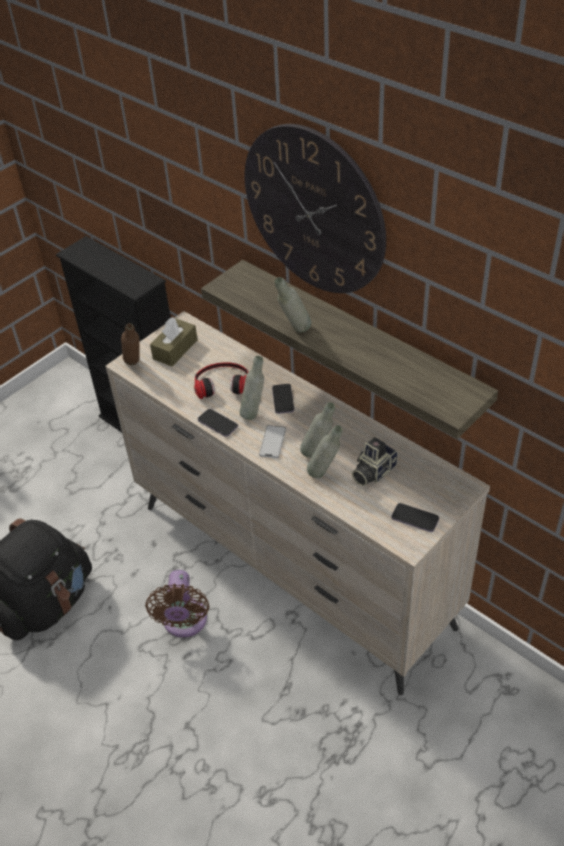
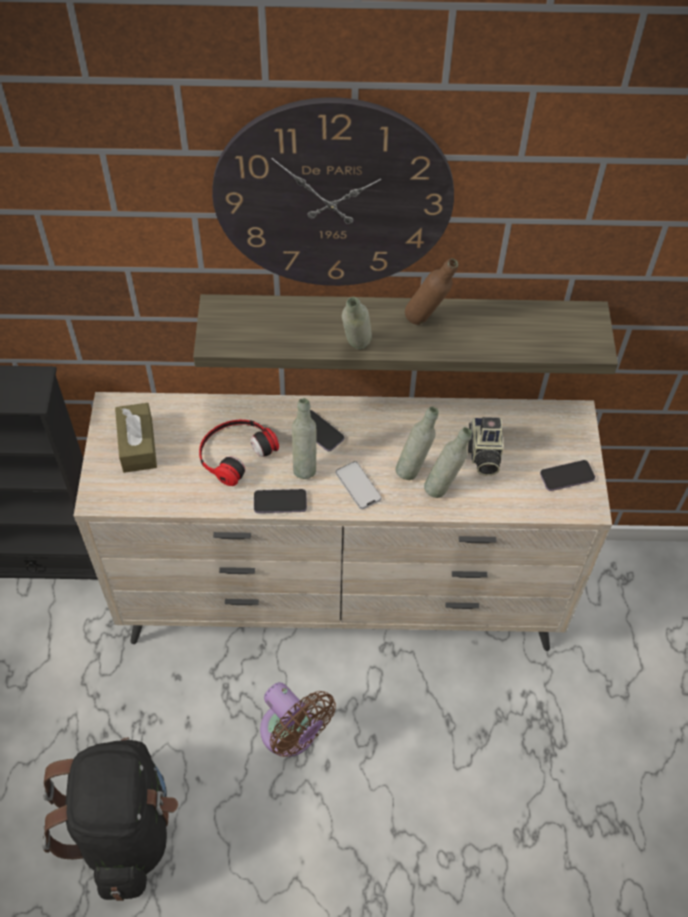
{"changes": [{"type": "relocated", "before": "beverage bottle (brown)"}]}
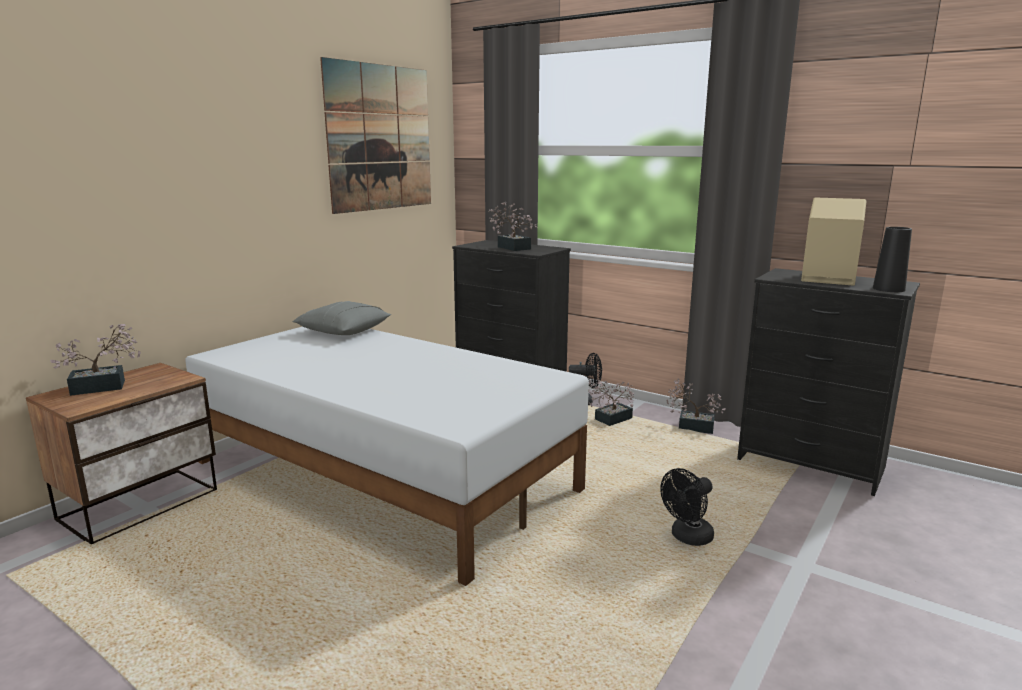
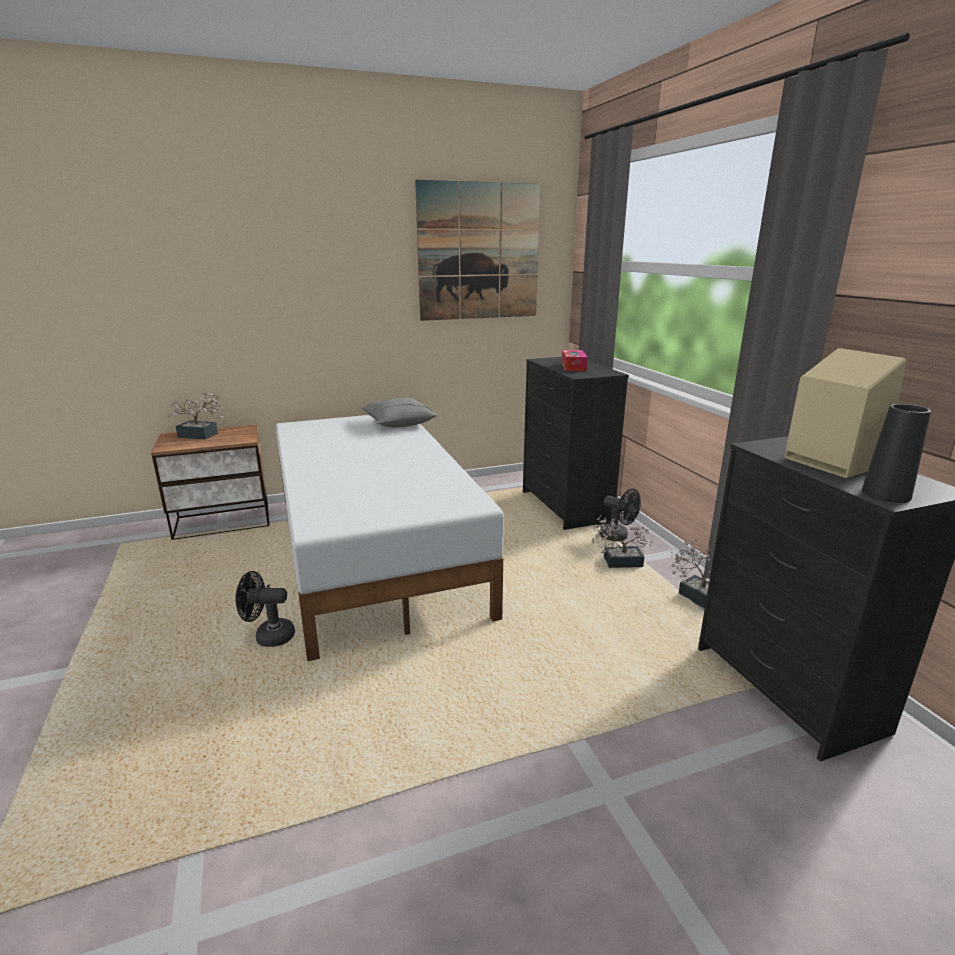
{"changes": [{"type": "relocated", "before": "electric fan (black-coloured) (no. 2 from left in the first image)", "after": "electric fan (black-coloured) (no. 1 from left)"}, {"type": "exchanged", "before": "houseplant (no. 2 from left)", "after": "tissue holder"}]}
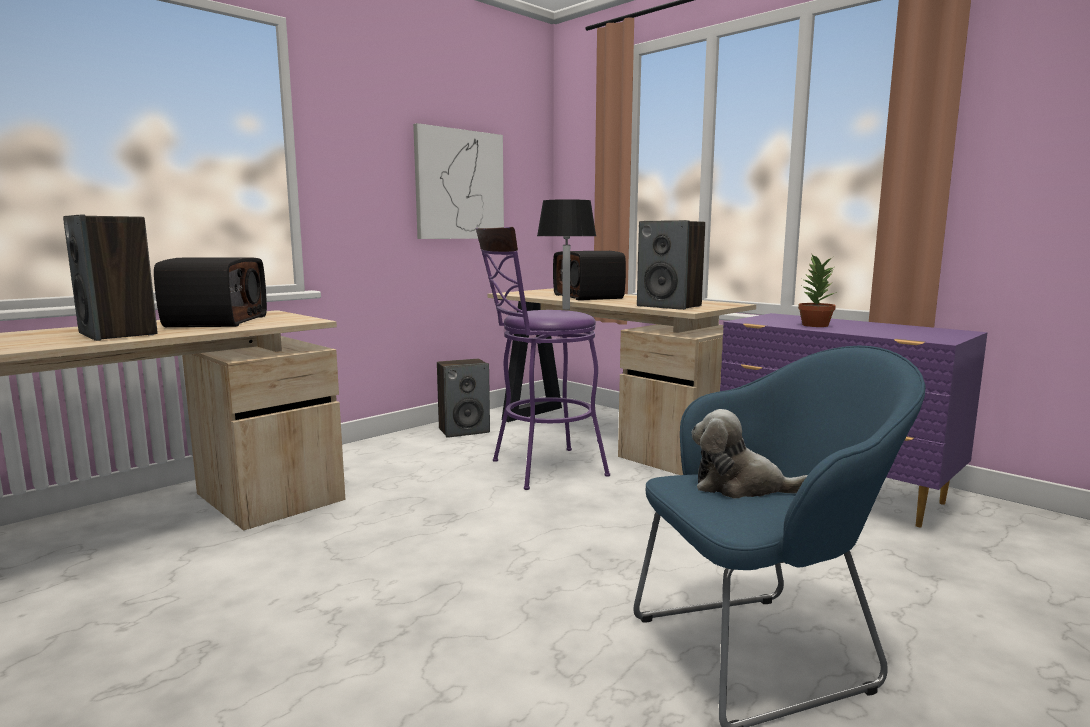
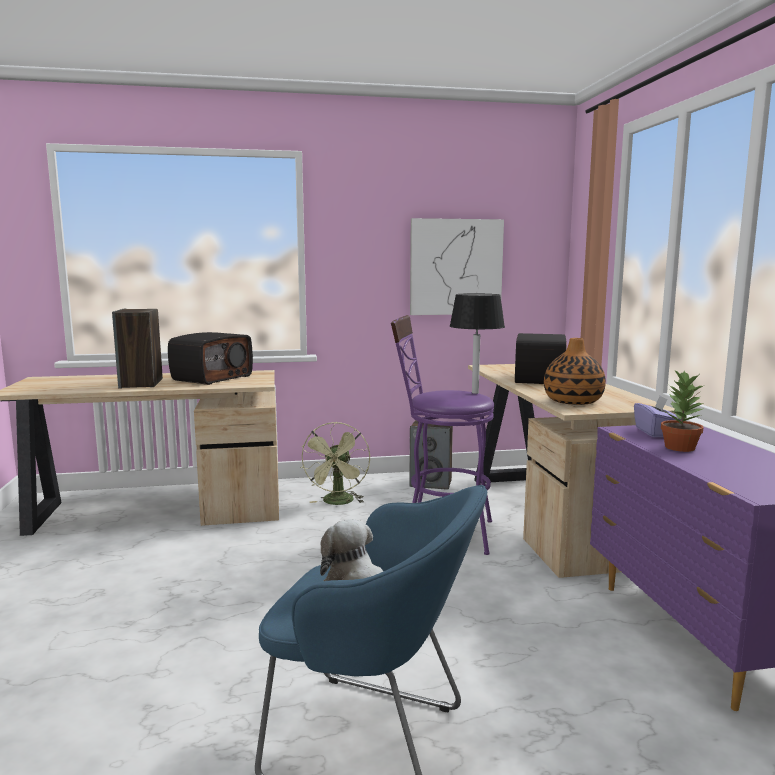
{"changes": [{"type": "appeared", "after": "electric fan (green-coloured)"}, {"type": "exchanged", "before": "audio speaker (no. 3 from left)", "after": "vase"}, {"type": "appeared", "after": "tissue holder (purple)"}]}
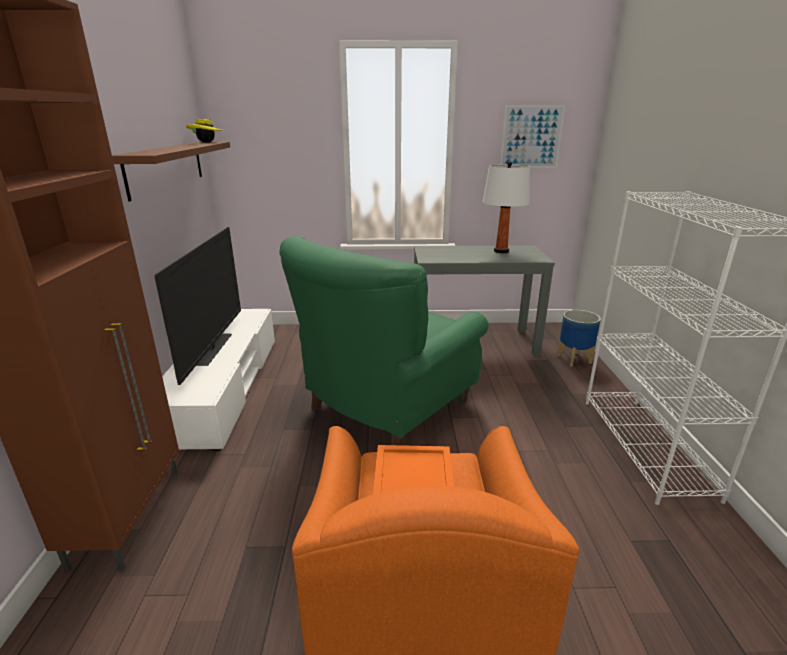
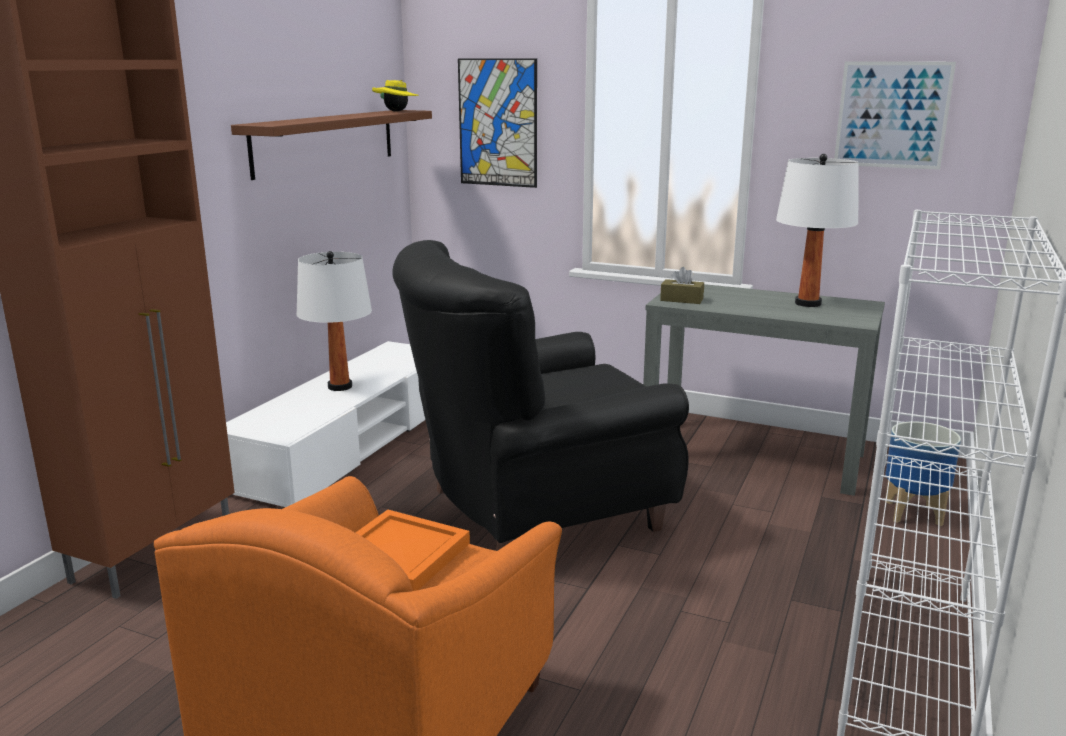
{"changes": [{"type": "exchanged", "before": "TV", "after": "lamp for a table (white-coloured) (no. 1 from left)"}, {"type": "colour", "before": "armchair (green-coloured)", "after": "armchair (black-coloured)"}, {"type": "appeared", "after": "picture (no. 1 from left)"}, {"type": "appeared", "after": "tissue holder (brown)"}]}
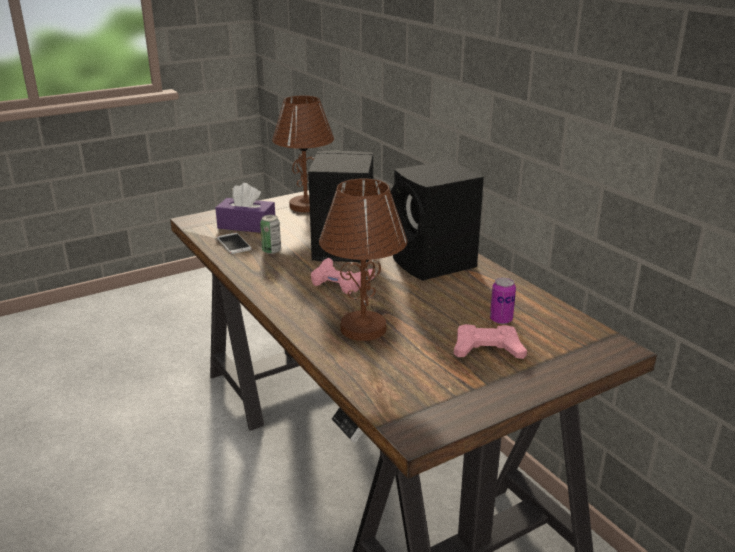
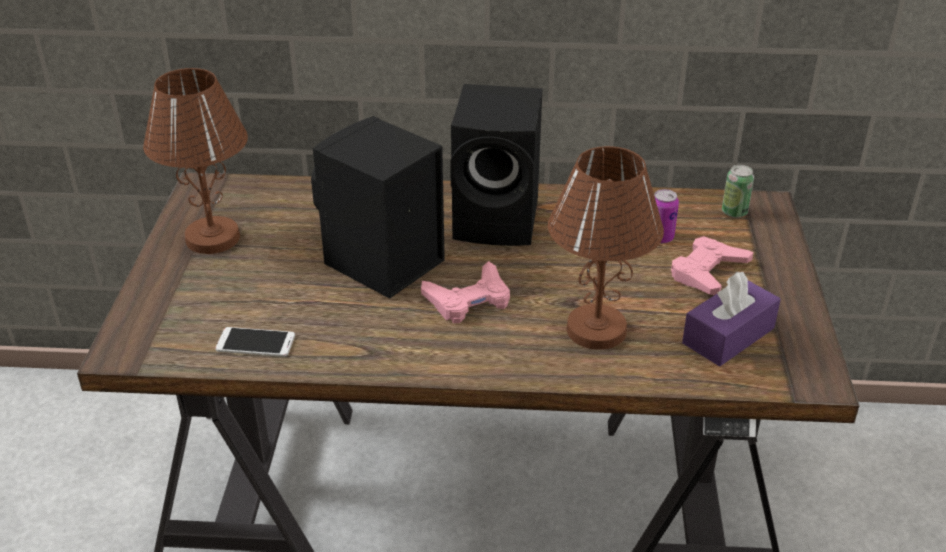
{"changes": [{"type": "relocated", "before": "tissue holder (purple)"}, {"type": "relocated", "before": "can (no. 1 from left in the first image)", "after": "can (no. 2 from left)"}]}
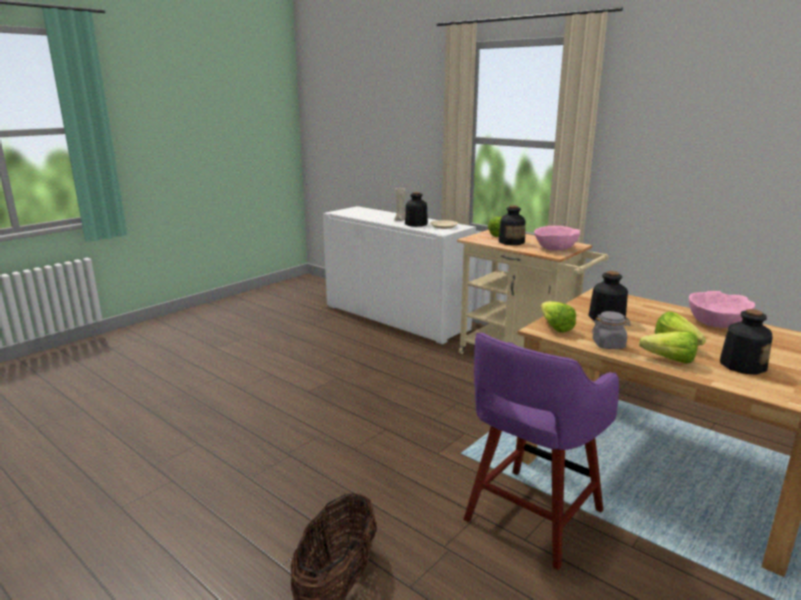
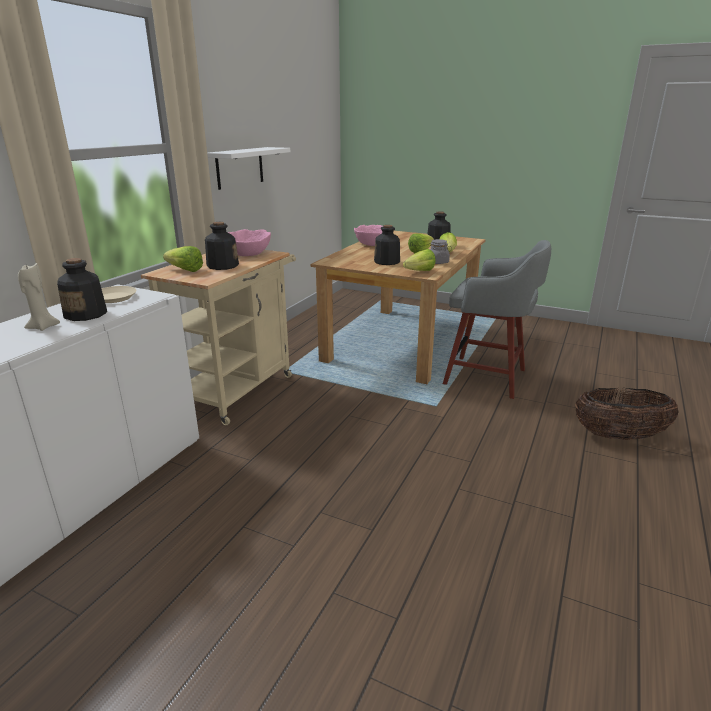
{"changes": [{"type": "appeared", "after": "shelf (white-coloured)"}, {"type": "colour", "before": "stool seat (purple)", "after": "stool seat (greyish)"}]}
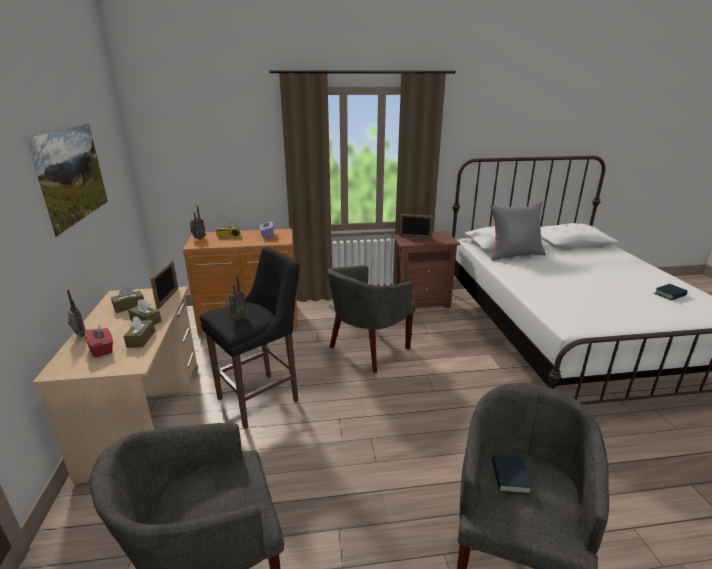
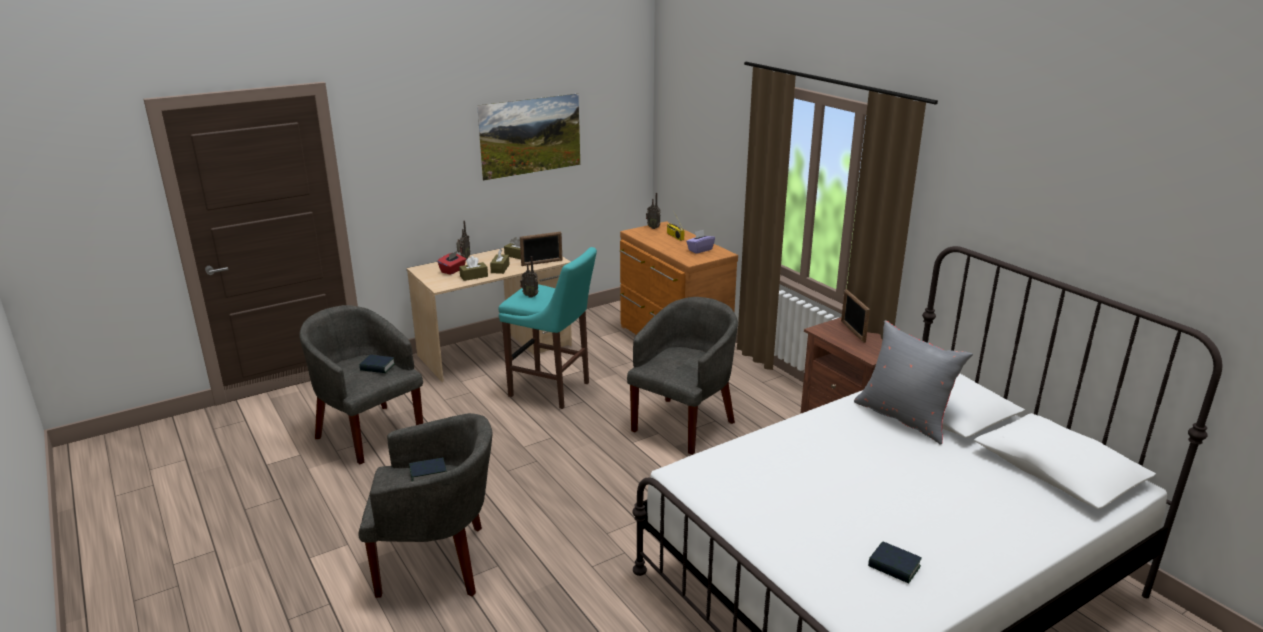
{"changes": [{"type": "appeared", "after": "volume (no. 1 from left)"}, {"type": "colour", "before": "stool seat (black-coloured)", "after": "stool seat (blue-green)"}, {"type": "spun", "before": "armchair (greyish) (no. 2 from left in the first image)", "turn": 105}]}
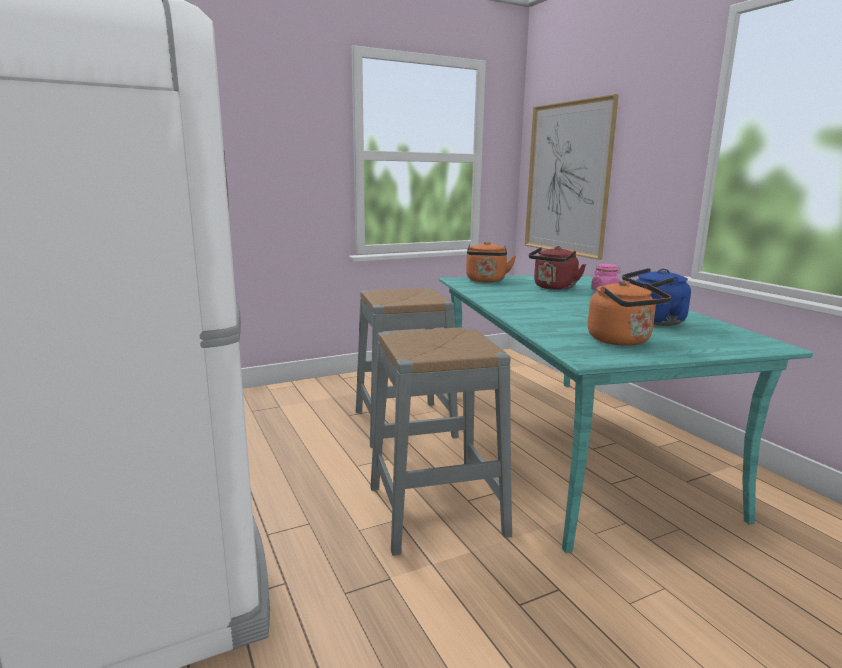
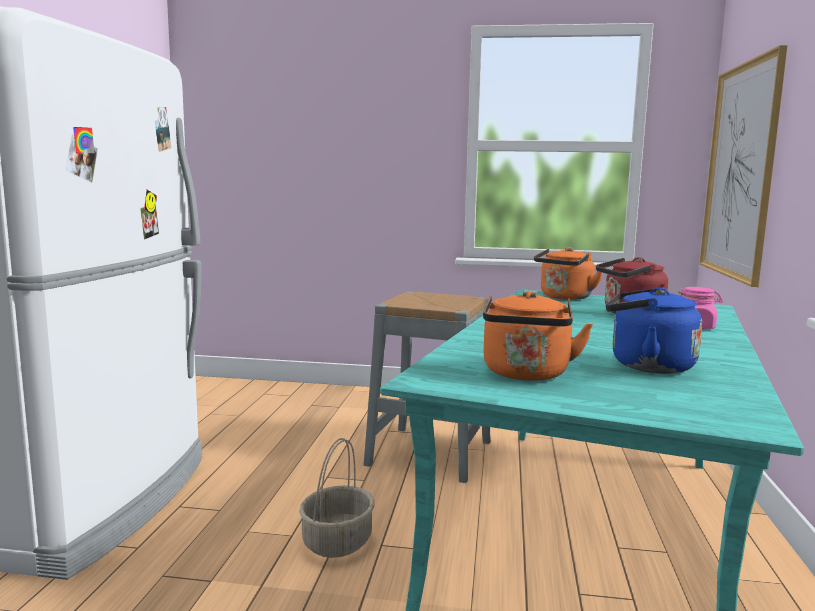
{"changes": [{"type": "exchanged", "before": "stool seat (greyish) (no. 2 from left)", "after": "basket"}]}
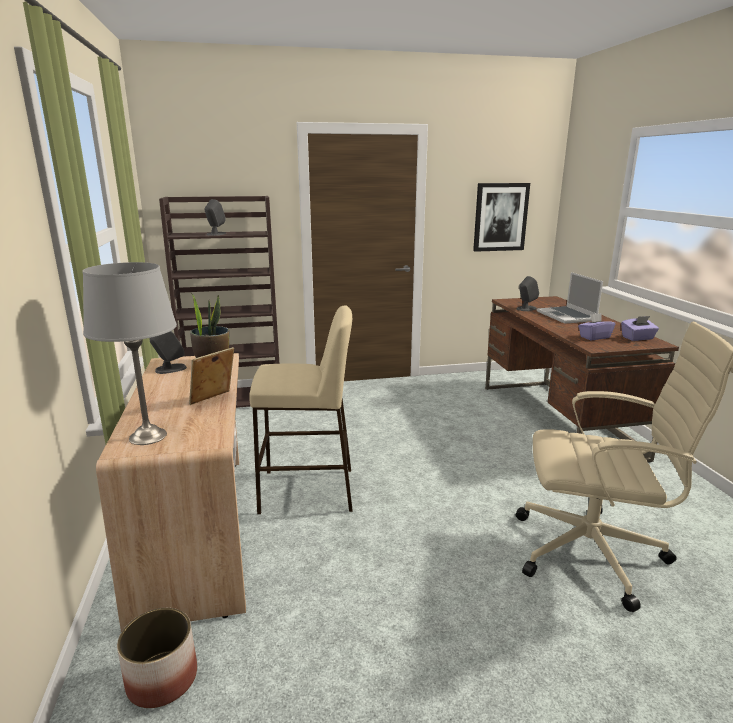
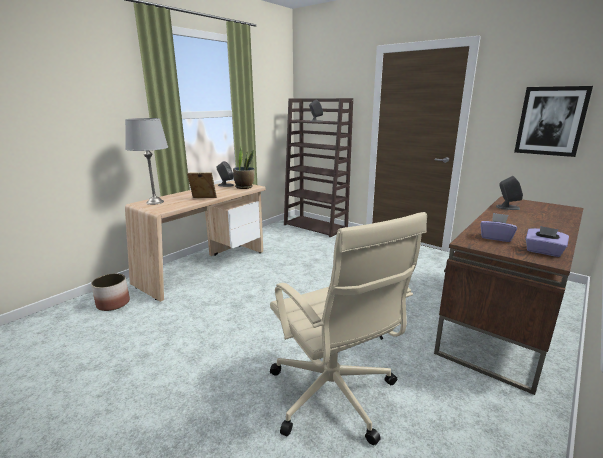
{"changes": [{"type": "missing", "before": "stool seat (sand-coloured)"}, {"type": "missing", "before": "notebook computer"}]}
